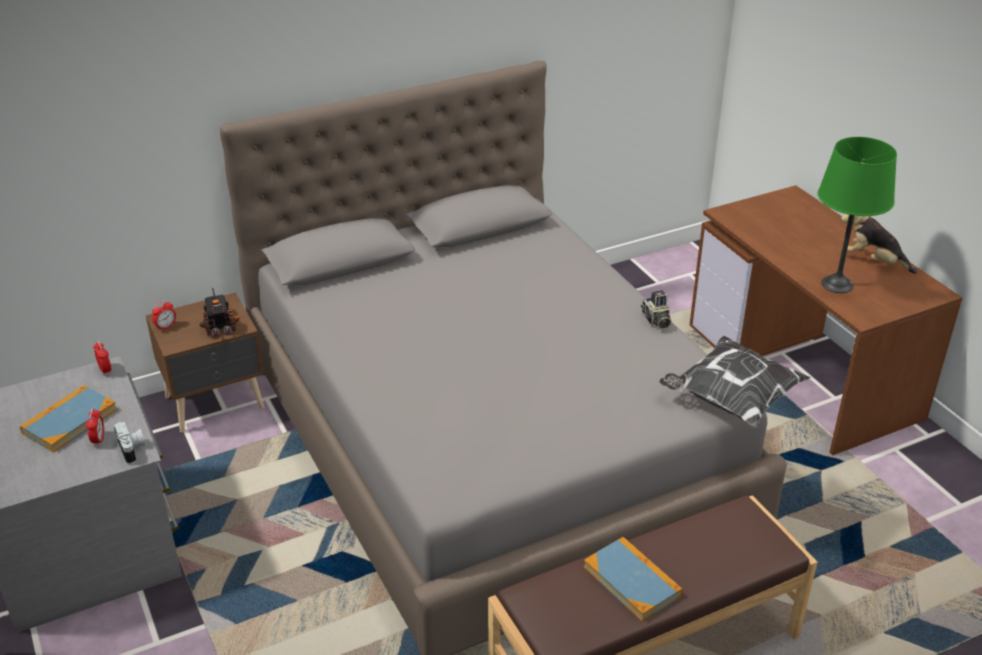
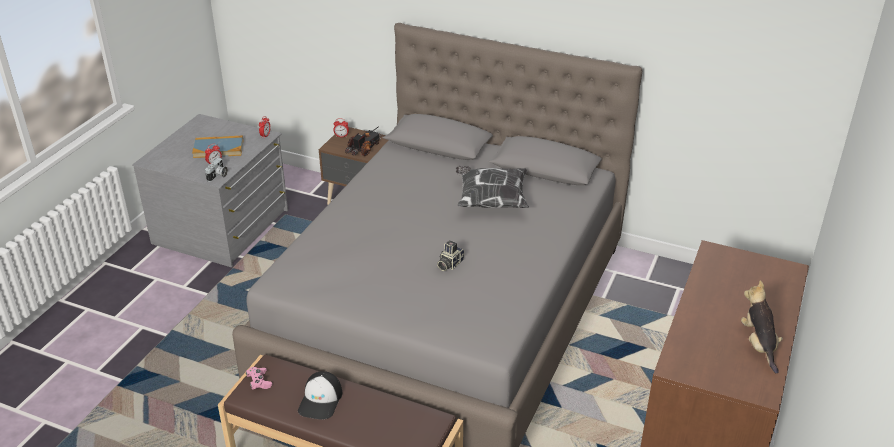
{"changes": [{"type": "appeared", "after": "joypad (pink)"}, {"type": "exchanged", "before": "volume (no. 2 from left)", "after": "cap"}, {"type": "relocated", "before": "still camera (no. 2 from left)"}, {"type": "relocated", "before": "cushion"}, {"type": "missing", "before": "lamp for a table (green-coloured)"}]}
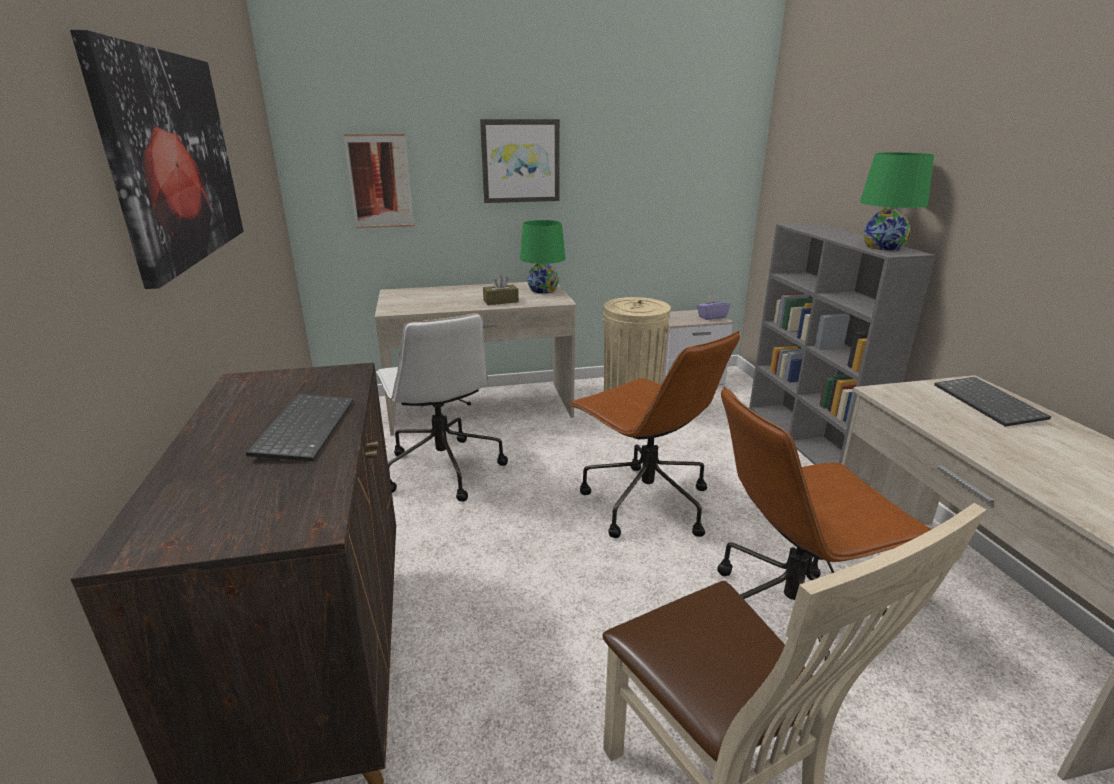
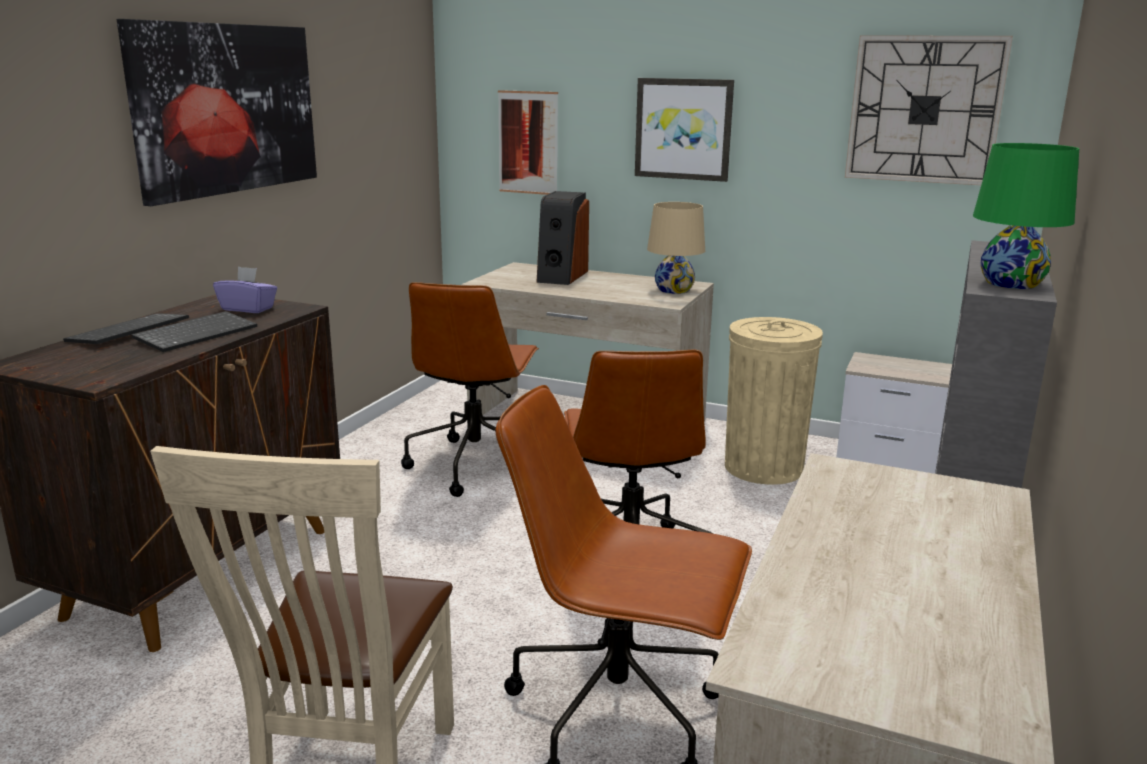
{"changes": [{"type": "relocated", "before": "PC keyboard (no. 2 from left in the first image)", "after": "PC keyboard (no. 1 from left)"}, {"type": "relocated", "before": "tissue holder (purple)"}, {"type": "colour", "before": "desk chair (white-coloured)", "after": "desk chair (brown) (no. 1 from left)"}, {"type": "appeared", "after": "audio speaker"}, {"type": "colour", "before": "lamp for a table (green-coloured) (no. 1 from left)", "after": "lamp for a table (sand-coloured)"}, {"type": "appeared", "after": "wall clock"}, {"type": "missing", "before": "tissue holder (brown)"}]}
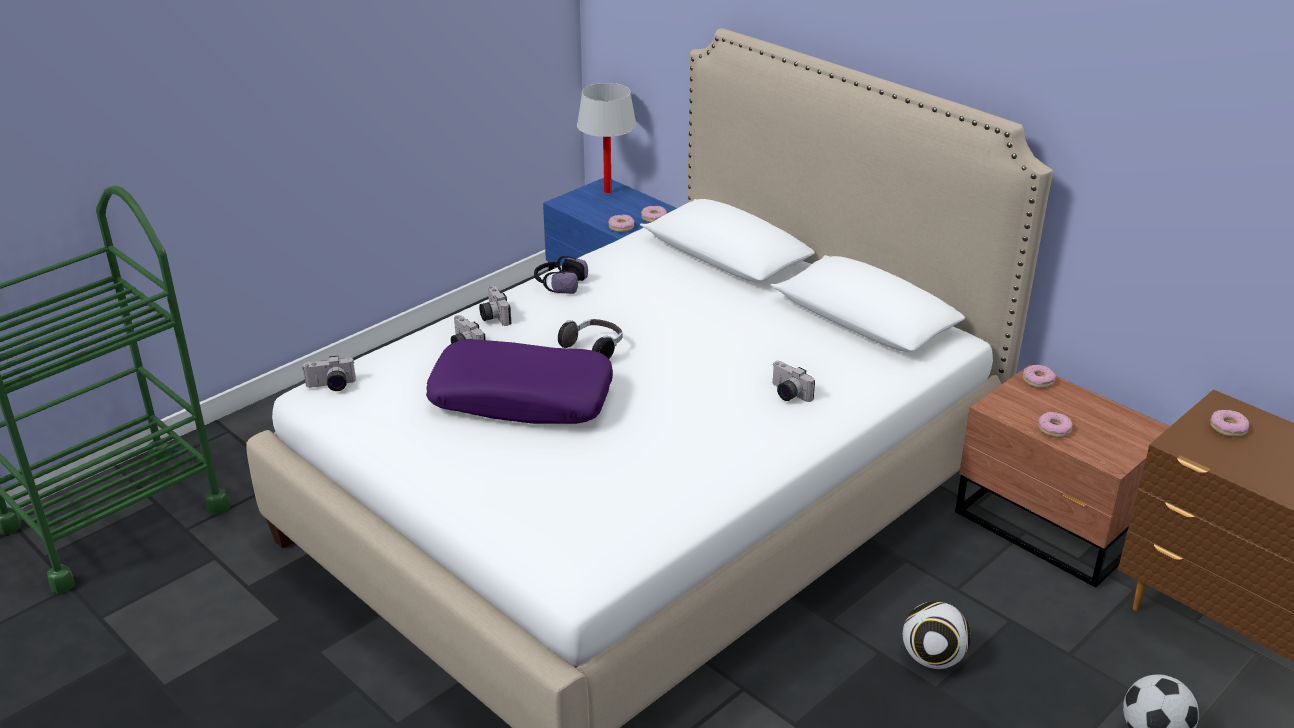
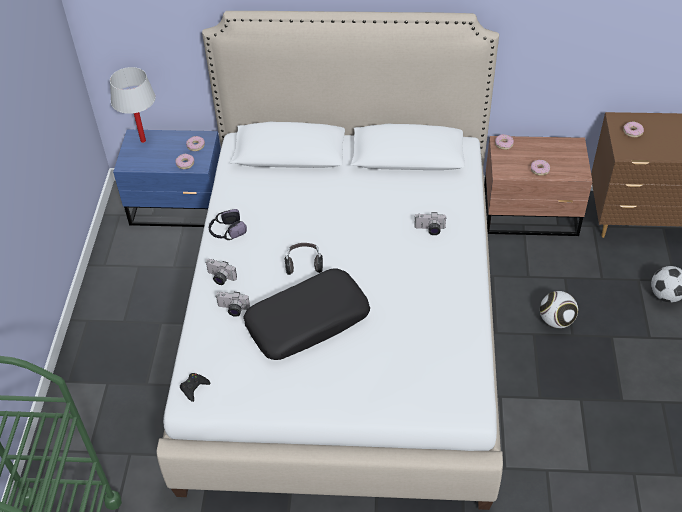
{"changes": [{"type": "exchanged", "before": "still camera (no. 1 from left)", "after": "joypad (black-coloured)"}, {"type": "colour", "before": "cushion (purple)", "after": "cushion (black-coloured)"}]}
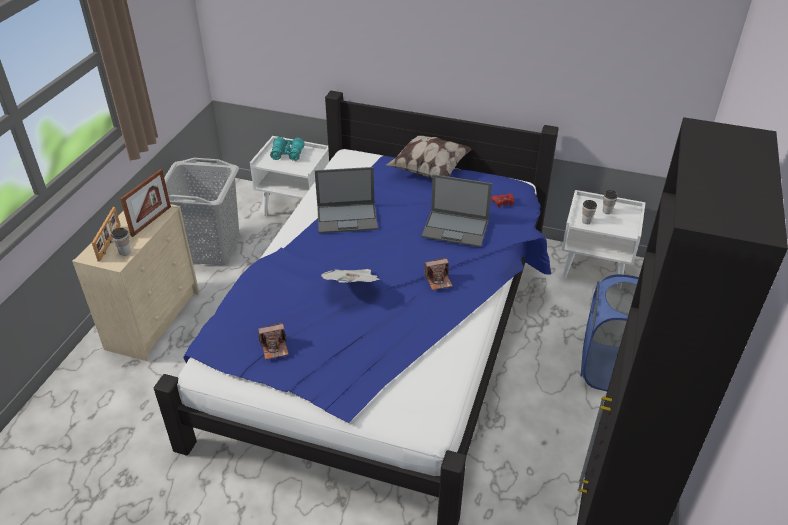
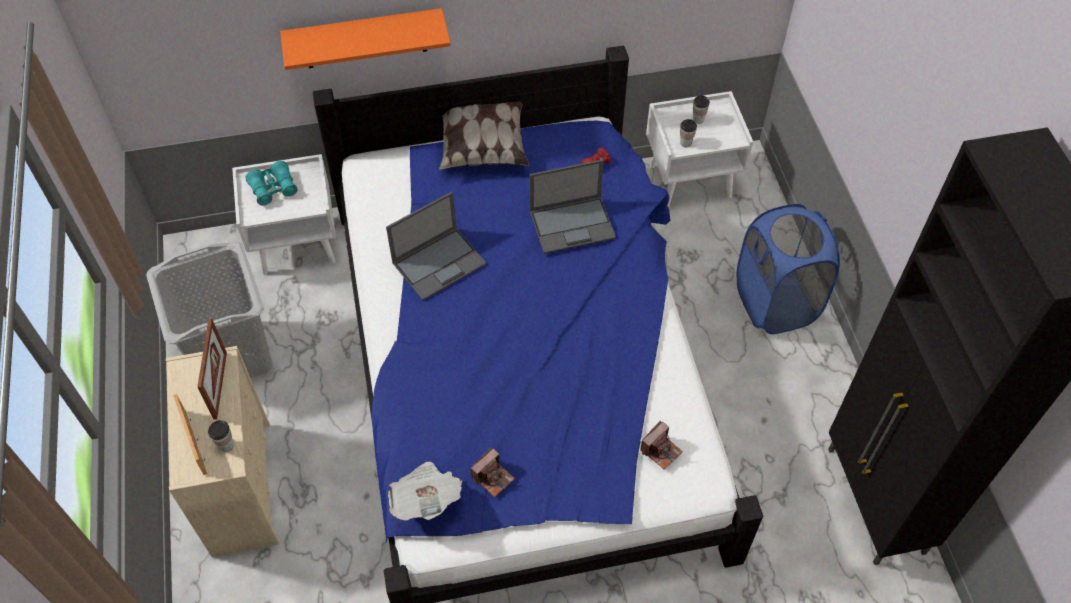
{"changes": [{"type": "appeared", "after": "shelf (orangey)"}, {"type": "relocated", "before": "daily paper"}, {"type": "relocated", "before": "still camera (no. 2 from left)"}]}
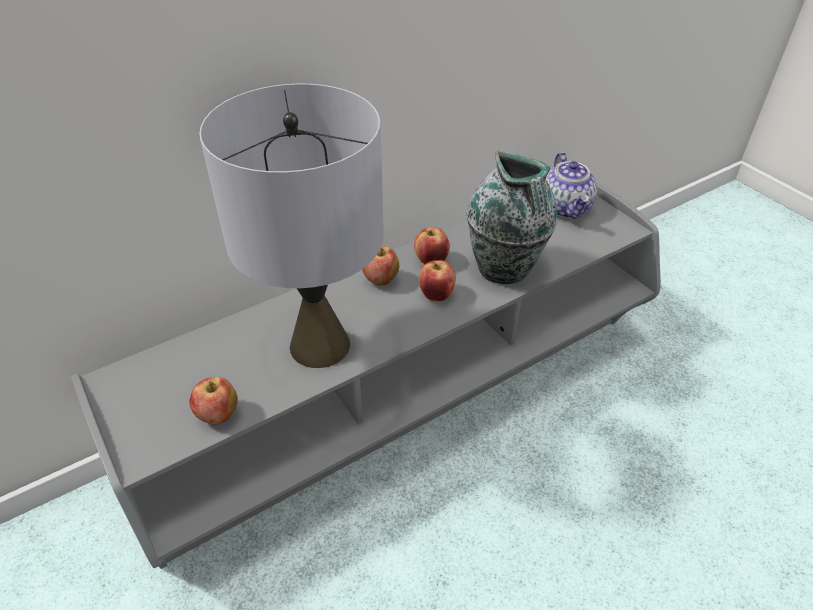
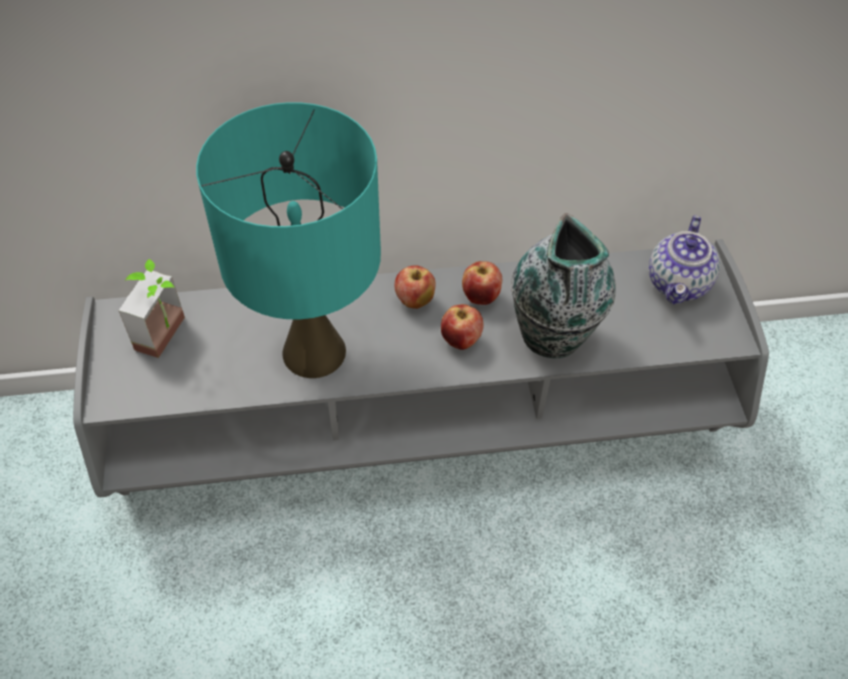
{"changes": [{"type": "appeared", "after": "houseplant"}, {"type": "colour", "before": "lamp for a table (greyish)", "after": "lamp for a table (blue-green)"}, {"type": "missing", "before": "whole apple (no. 1 from left)"}]}
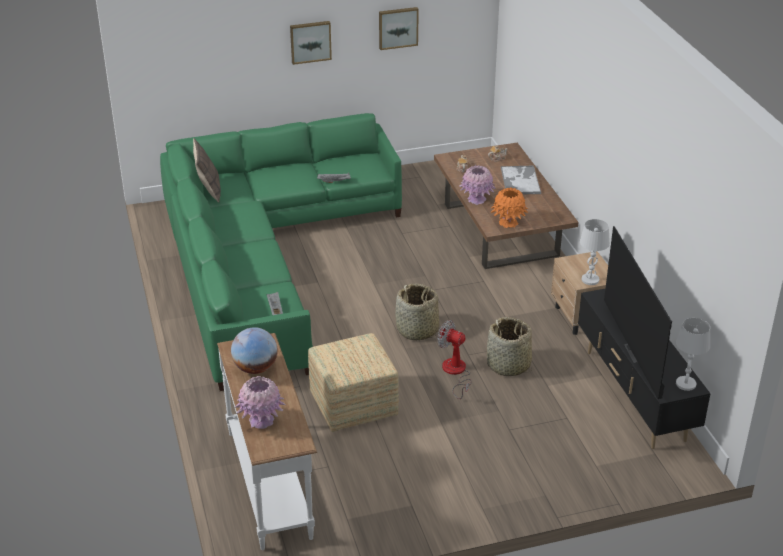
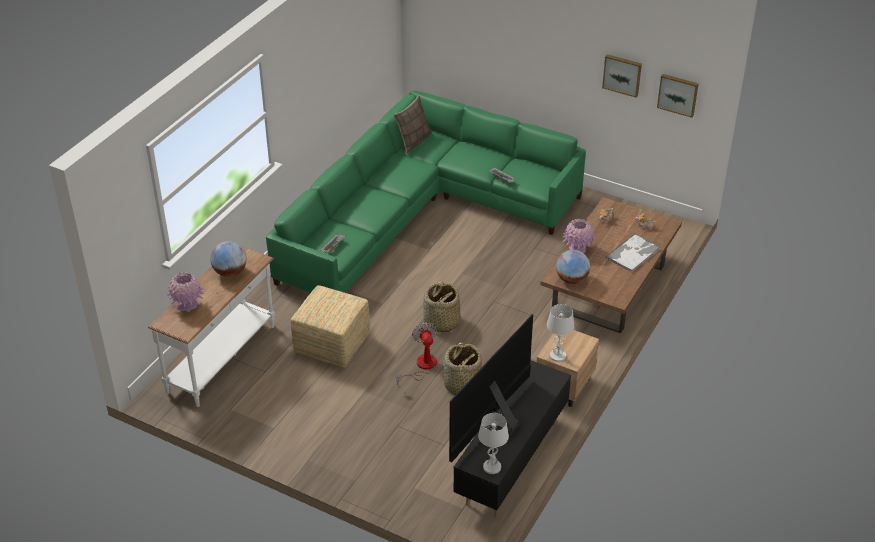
{"changes": [{"type": "exchanged", "before": "vase (orangey)", "after": "desk globe (no. 2 from left)"}, {"type": "relocated", "before": "picture (no. 1 from left in the first image)", "after": "picture (no. 2 from left)"}]}
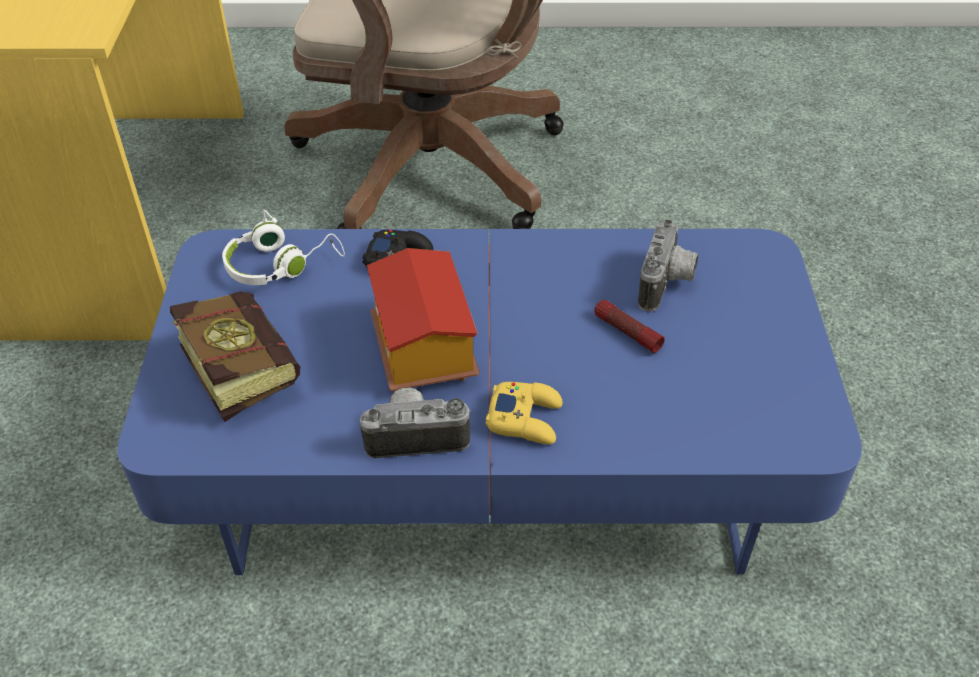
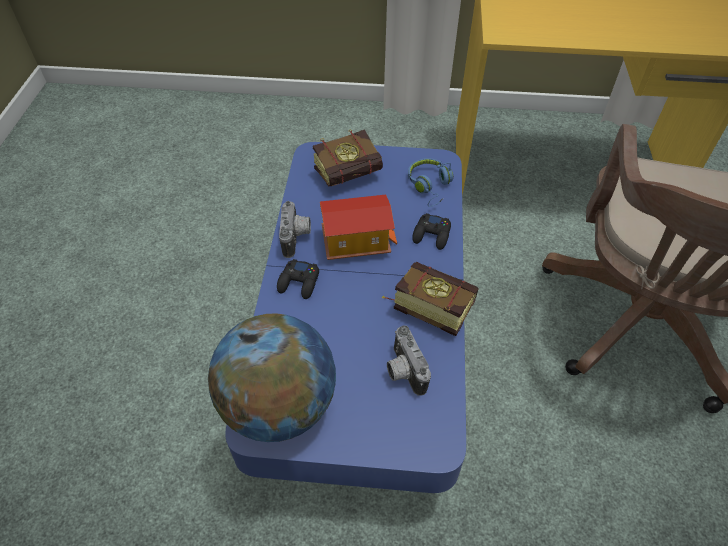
{"changes": [{"type": "appeared", "after": "desk globe"}, {"type": "colour", "before": "joypad (yellow)", "after": "joypad (black-coloured) (no. 1 from left)"}, {"type": "appeared", "after": "volume (no. 2 from left)"}, {"type": "spun", "before": "still camera (no. 2 from left)", "turn": 45}, {"type": "colour", "before": "headset (white-coloured)", "after": "headset (blue-coloured)"}, {"type": "missing", "before": "torch"}]}
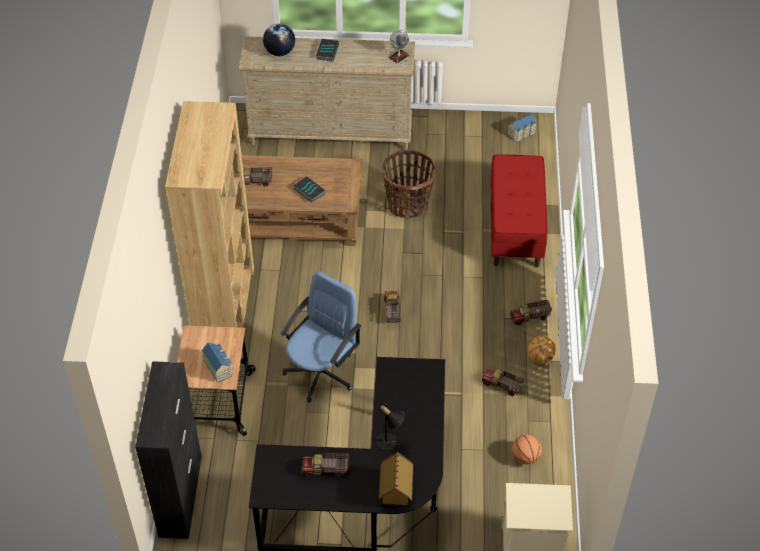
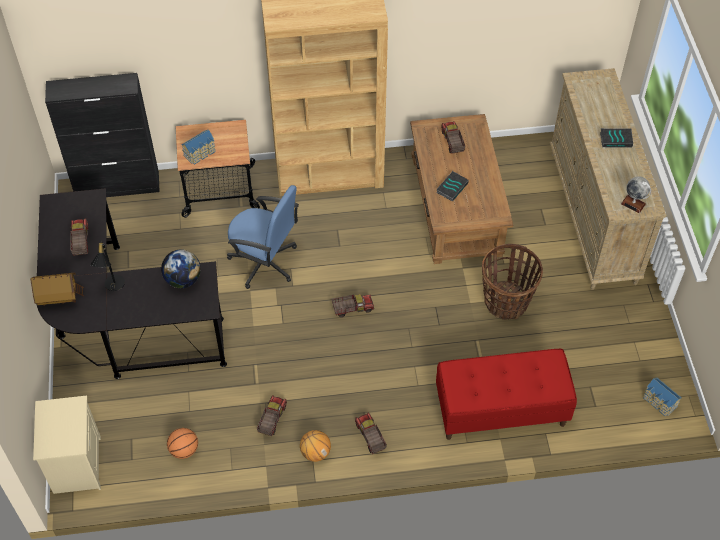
{"changes": [{"type": "relocated", "before": "desk globe (no. 1 from left)"}]}
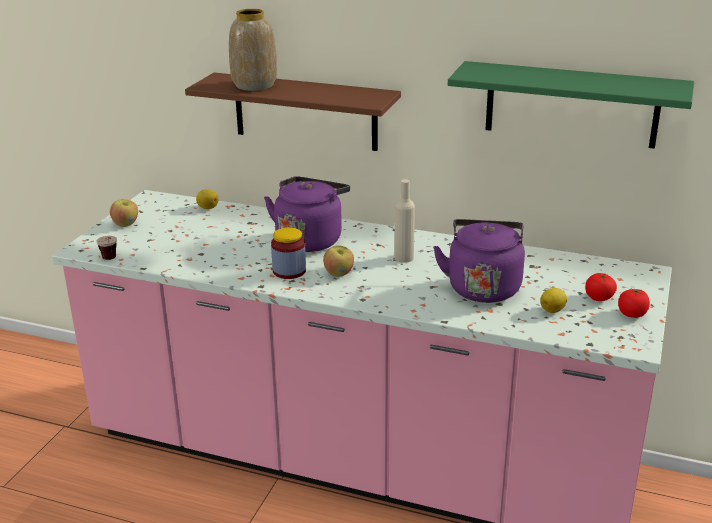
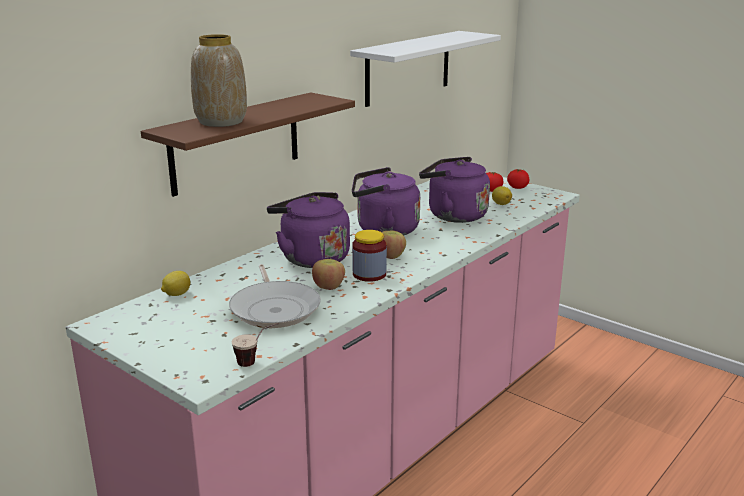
{"changes": [{"type": "appeared", "after": "skillet"}, {"type": "relocated", "before": "whole apple (no. 1 from left)"}, {"type": "colour", "before": "shelf (green-coloured)", "after": "shelf (white-coloured)"}, {"type": "exchanged", "before": "beverage bottle (sand-coloured)", "after": "tea kettle (purple) (no. 2 from left)"}]}
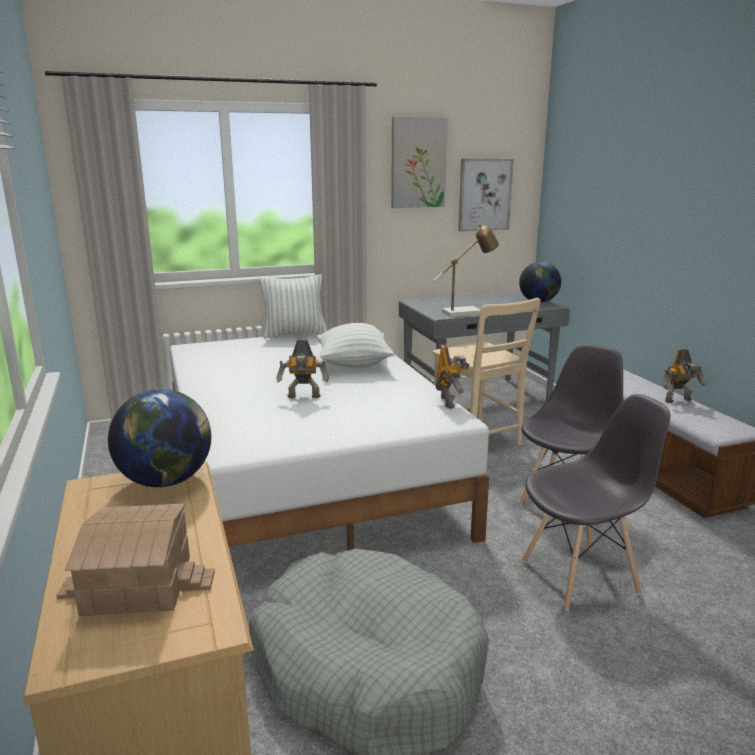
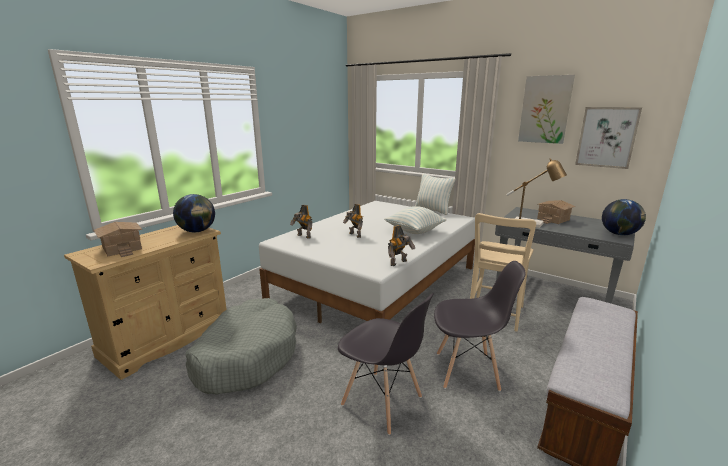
{"changes": [{"type": "relocated", "before": "robot figure (no. 3 from left in the first image)", "after": "robot figure (no. 1 from left)"}, {"type": "appeared", "after": "toy house (no. 2 from left)"}]}
